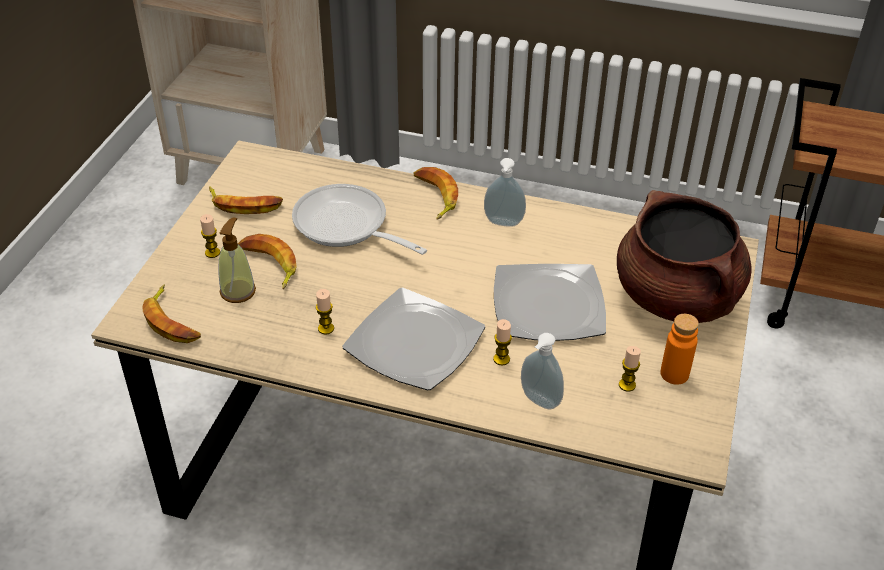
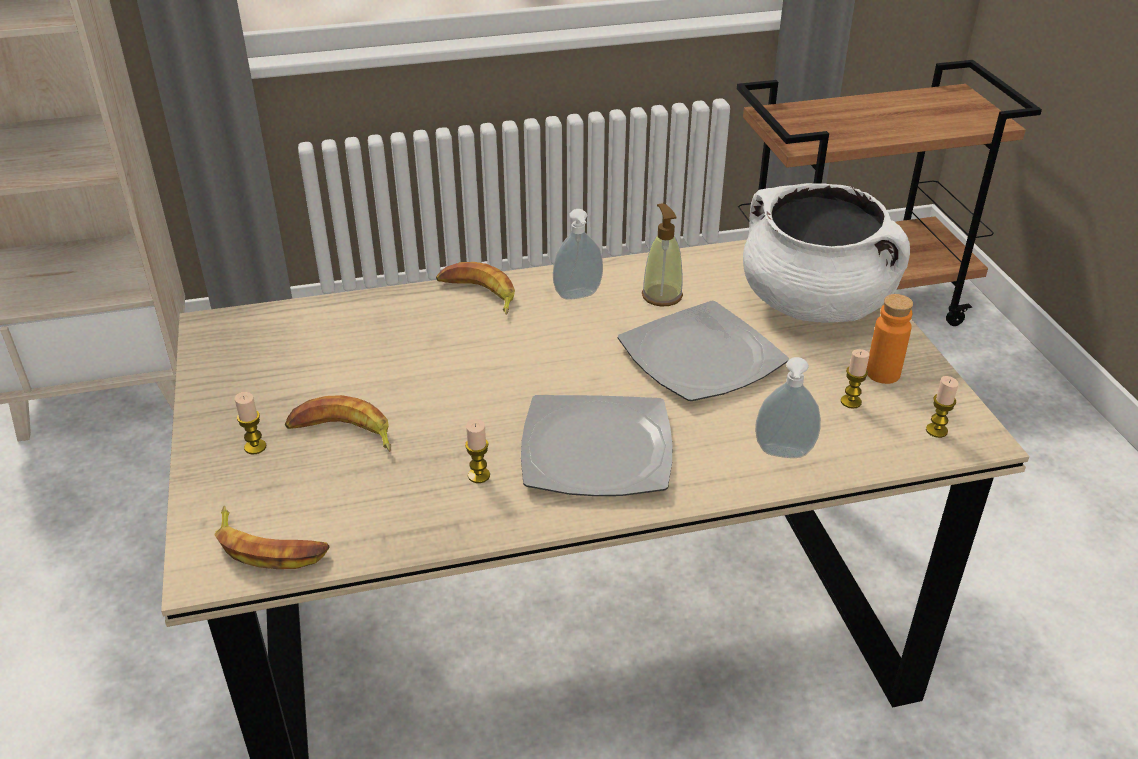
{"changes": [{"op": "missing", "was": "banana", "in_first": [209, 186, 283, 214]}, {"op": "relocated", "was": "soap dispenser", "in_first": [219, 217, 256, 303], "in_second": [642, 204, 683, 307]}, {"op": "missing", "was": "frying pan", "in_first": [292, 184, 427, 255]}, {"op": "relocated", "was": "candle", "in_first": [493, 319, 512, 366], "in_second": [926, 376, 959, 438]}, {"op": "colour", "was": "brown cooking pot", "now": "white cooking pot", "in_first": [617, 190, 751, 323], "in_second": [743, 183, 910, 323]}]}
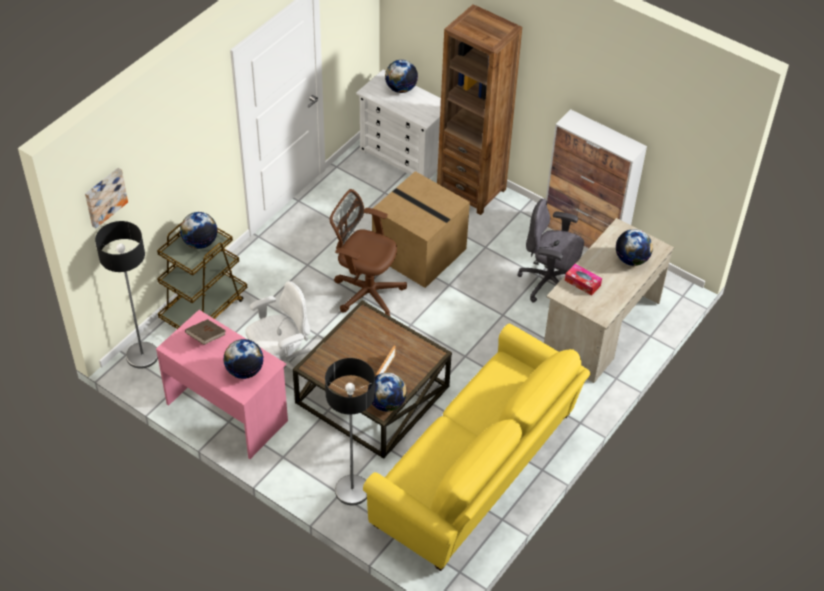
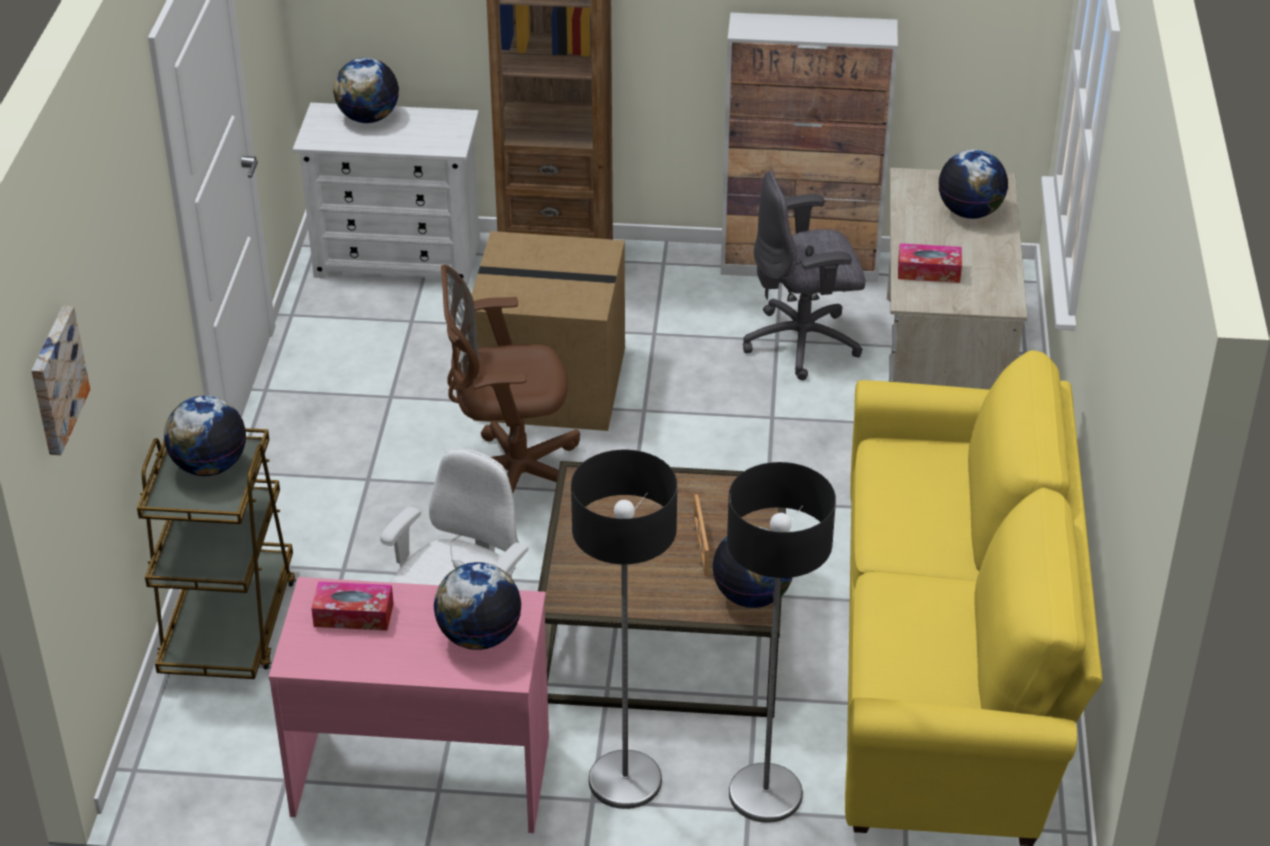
{"changes": [{"op": "relocated", "was": "floor lamp", "in_first": [95, 221, 158, 369], "in_second": [571, 450, 677, 809]}, {"op": "exchanged", "was": "brown book", "now": "tissue box", "in_first": [185, 319, 226, 345], "in_second": [311, 581, 394, 631]}]}
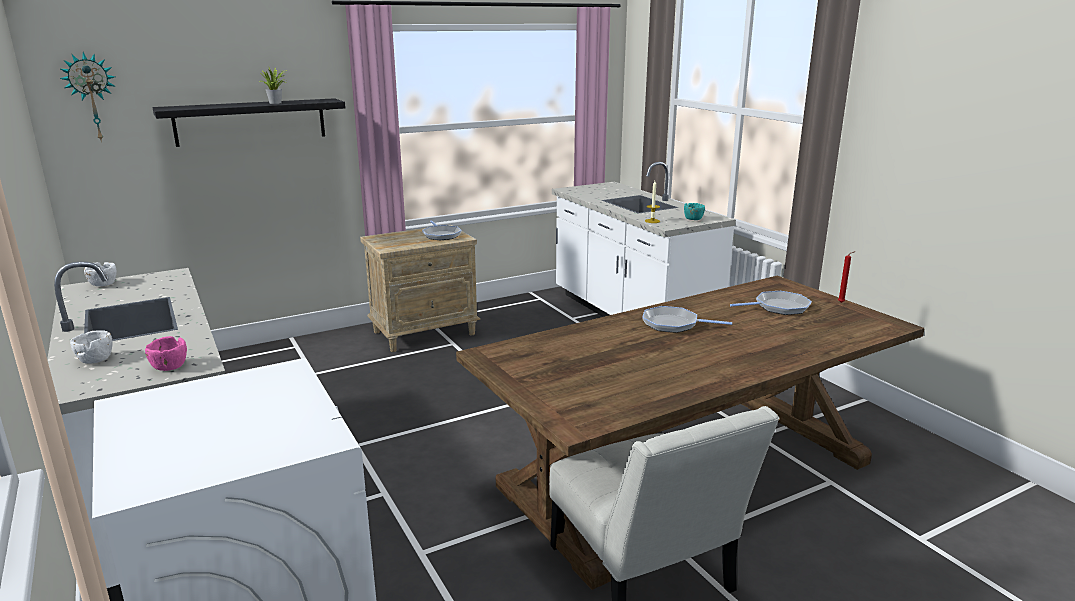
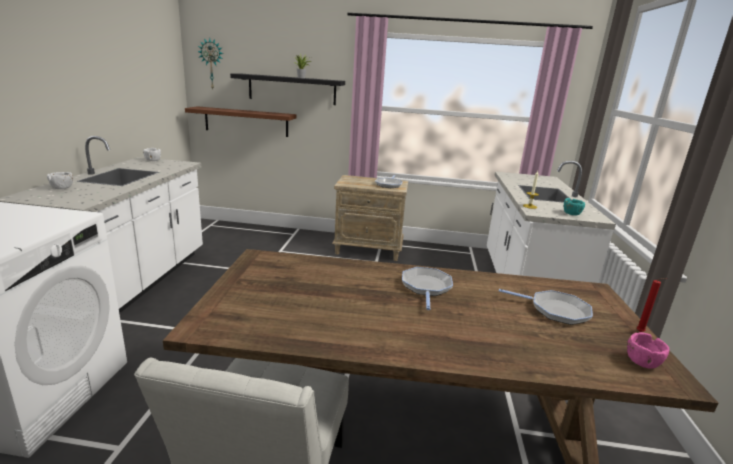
{"changes": [{"op": "relocated", "was": "pink bowl", "in_first": [145, 336, 187, 371], "in_second": [627, 332, 670, 369]}, {"op": "spun", "was": "frying pan", "in_first": [642, 306, 732, 333], "in_second": [402, 267, 453, 310], "clockwise": 45}, {"op": "appeared", "now": "brown shelf", "in_second": [185, 106, 296, 137]}]}
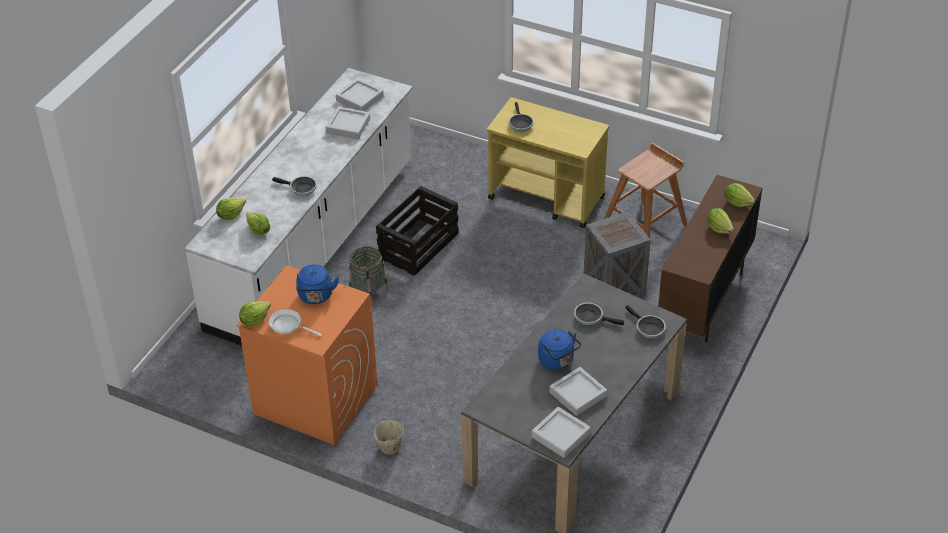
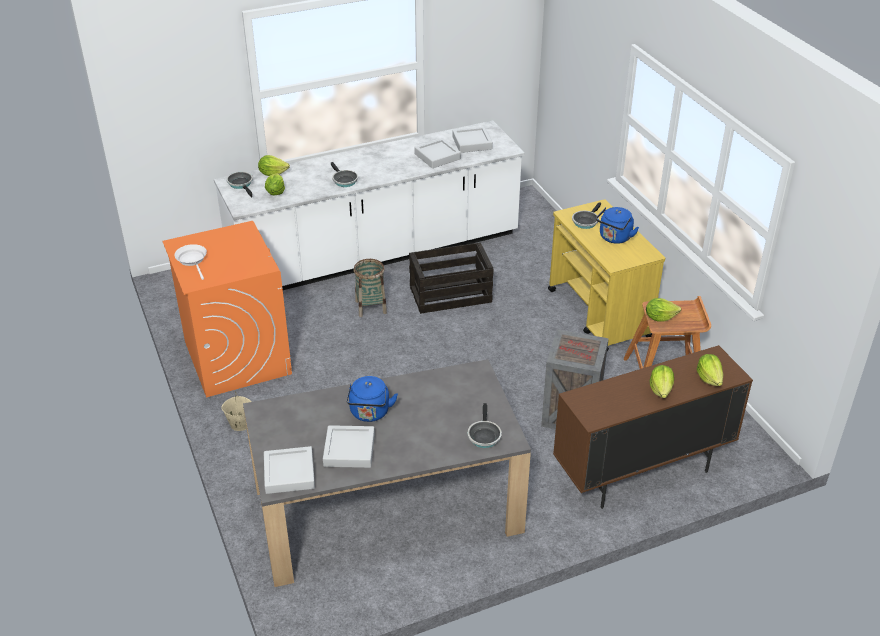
{"changes": [{"op": "relocated", "was": "lettuce", "in_first": [239, 301, 271, 326], "in_second": [646, 298, 681, 322]}, {"op": "relocated", "was": "blue kettle", "in_first": [296, 264, 339, 304], "in_second": [596, 207, 639, 244]}, {"op": "relocated", "was": "frying pan", "in_first": [574, 303, 624, 325], "in_second": [227, 172, 253, 198]}]}
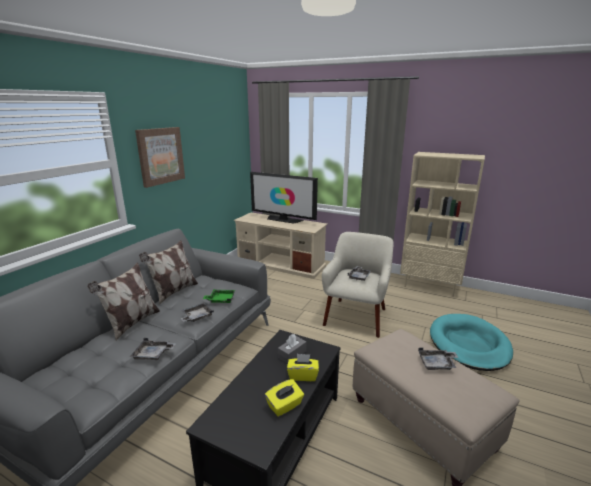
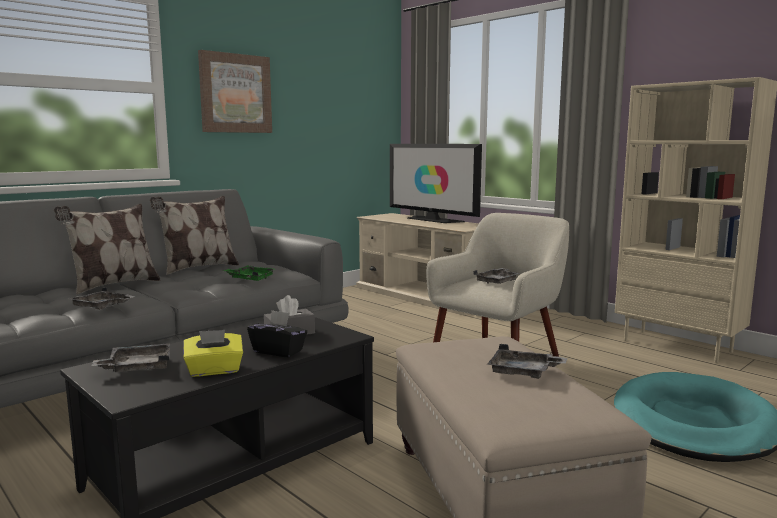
{"changes": [{"op": "relocated", "was": "grey tray", "in_first": [180, 303, 214, 322], "in_second": [91, 344, 170, 372]}, {"op": "colour", "was": "yellow tissue box", "now": "black tissue box", "in_first": [287, 354, 319, 381], "in_second": [247, 310, 307, 357]}]}
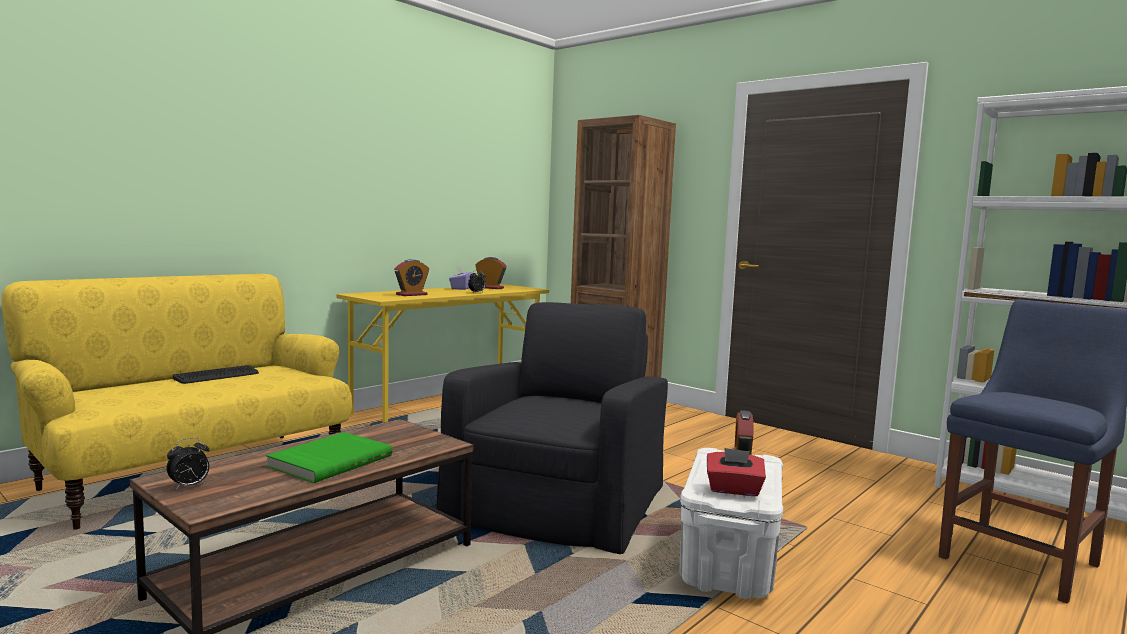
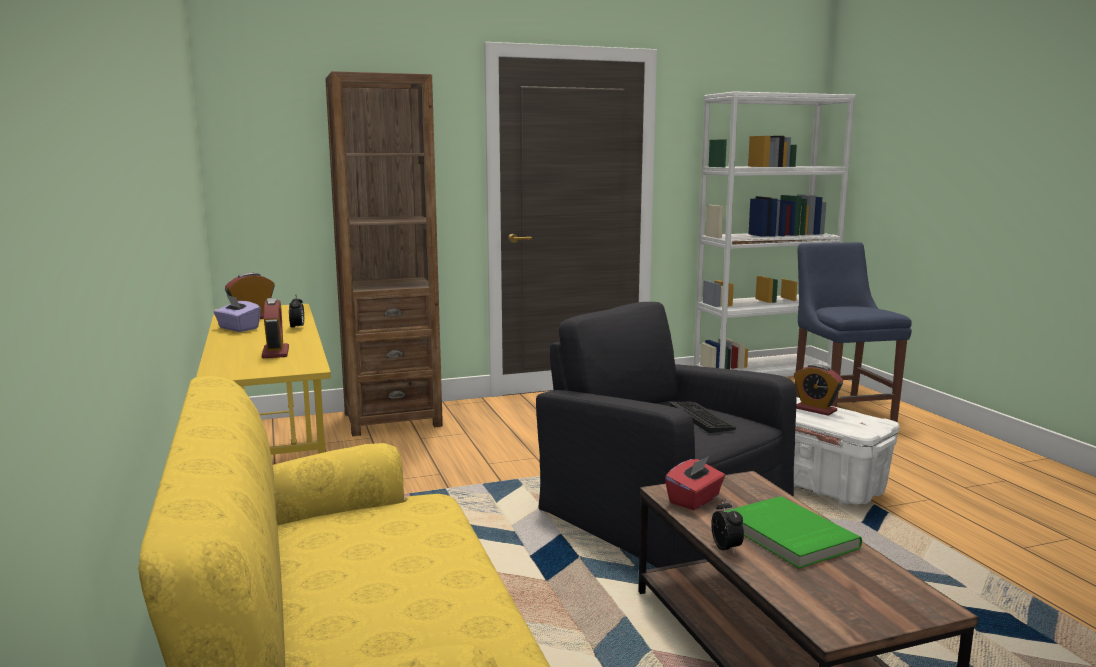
{"changes": [{"op": "relocated", "was": "alarm clock", "in_first": [167, 437, 209, 490], "in_second": [711, 498, 744, 555]}, {"op": "relocated", "was": "keyboard", "in_first": [173, 365, 259, 384], "in_second": [669, 401, 736, 433]}, {"op": "relocated", "was": "red tissue box", "in_first": [707, 448, 766, 496], "in_second": [665, 456, 725, 510]}]}
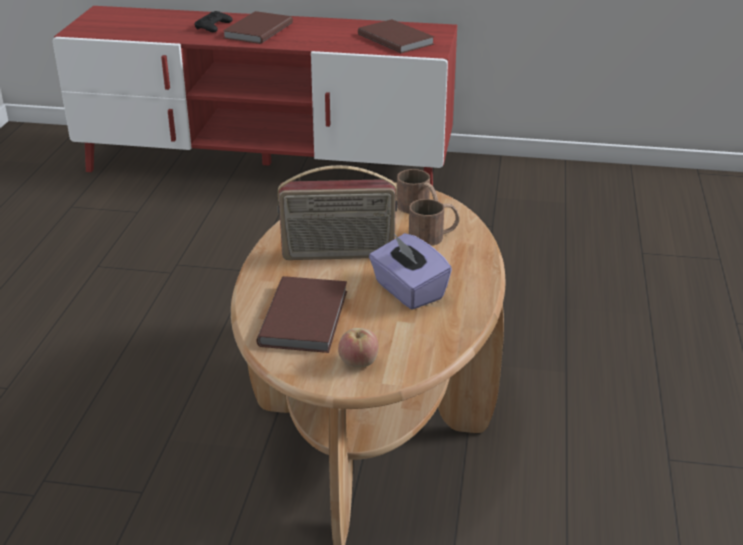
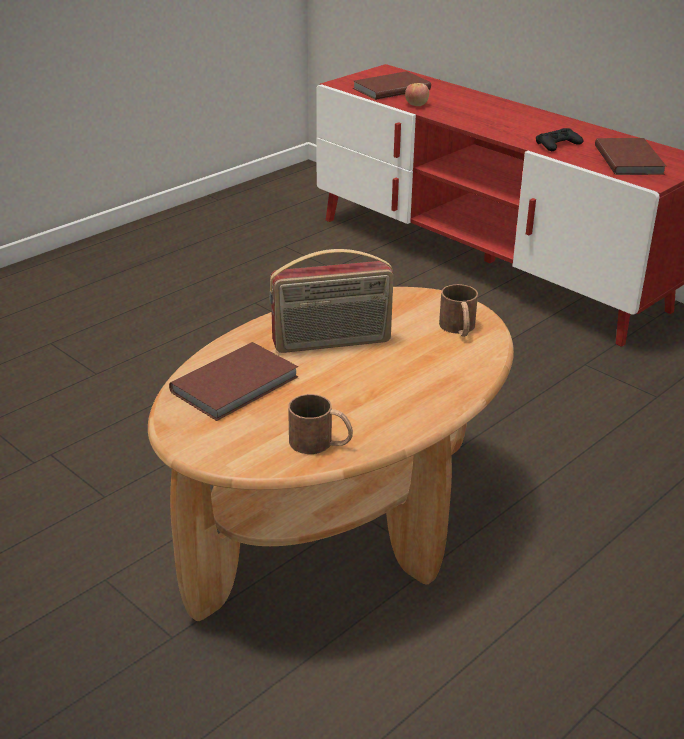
{"changes": [{"op": "relocated", "was": "black game controller", "in_first": [194, 11, 233, 32], "in_second": [536, 128, 583, 151]}, {"op": "relocated", "was": "brown book", "in_first": [223, 11, 293, 44], "in_second": [353, 71, 431, 100]}, {"op": "spun", "was": "radio", "in_first": [278, 165, 397, 260], "in_second": [269, 249, 393, 353], "clockwise": -45}, {"op": "relocated", "was": "apple", "in_first": [338, 328, 379, 367], "in_second": [405, 83, 429, 106]}, {"op": "missing", "was": "purple tissue box", "in_first": [369, 233, 452, 310]}, {"op": "relocated", "was": "brown mug", "in_first": [409, 199, 459, 246], "in_second": [288, 394, 353, 454]}]}
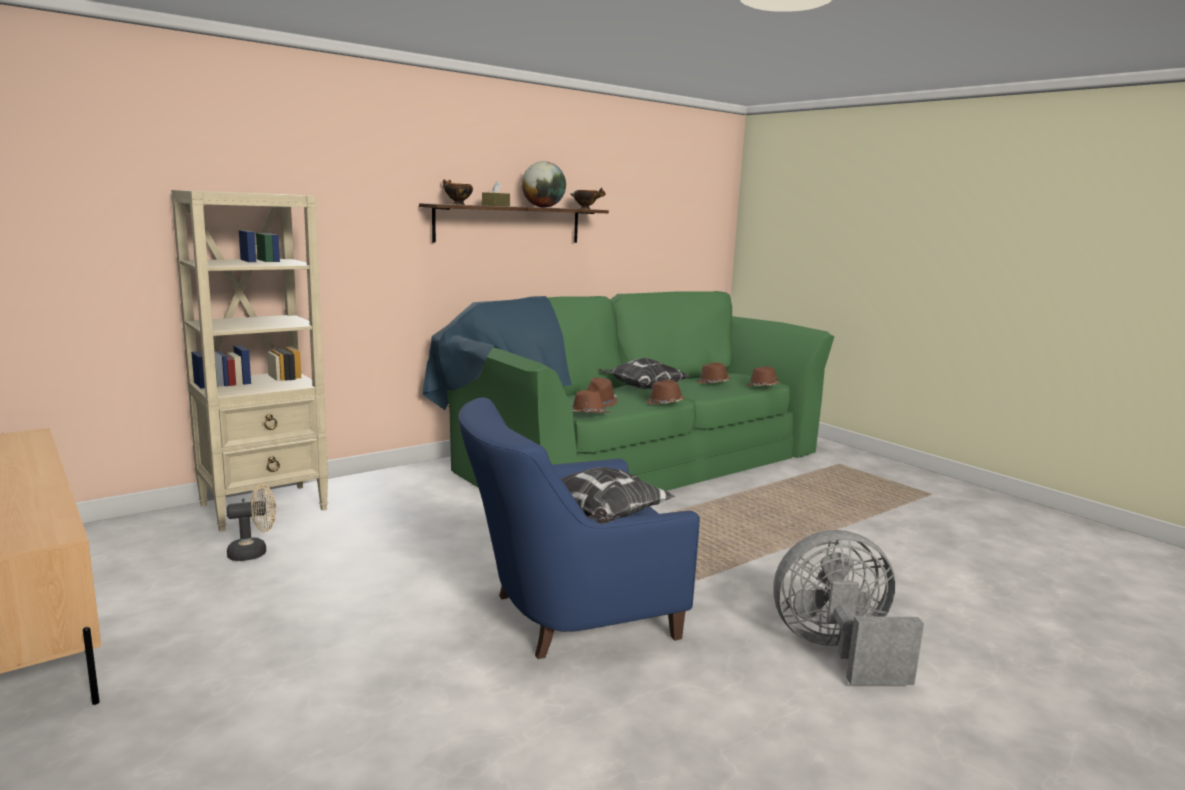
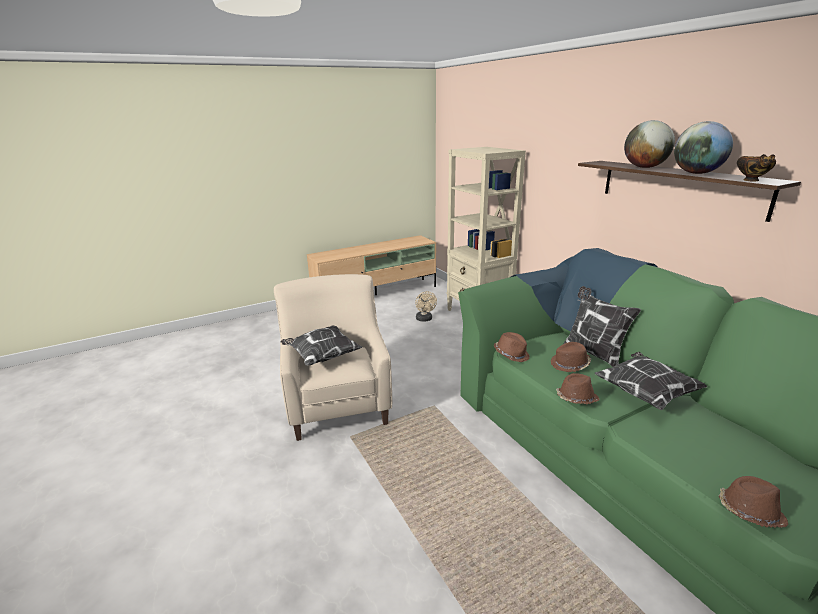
{"changes": [{"op": "missing", "was": "bowl", "in_first": [443, 179, 473, 205]}, {"op": "colour", "was": "blue armchair", "now": "beige armchair", "in_first": [458, 397, 700, 659], "in_second": [274, 274, 392, 441]}, {"op": "exchanged", "was": "brown tissue box", "now": "globe", "in_first": [482, 181, 510, 206], "in_second": [624, 120, 675, 168]}, {"op": "missing", "was": "brown hat", "in_first": [697, 363, 731, 384]}, {"op": "missing", "was": "grey fan", "in_first": [774, 530, 924, 685]}, {"op": "appeared", "now": "pillow", "in_second": [563, 286, 641, 367]}]}
